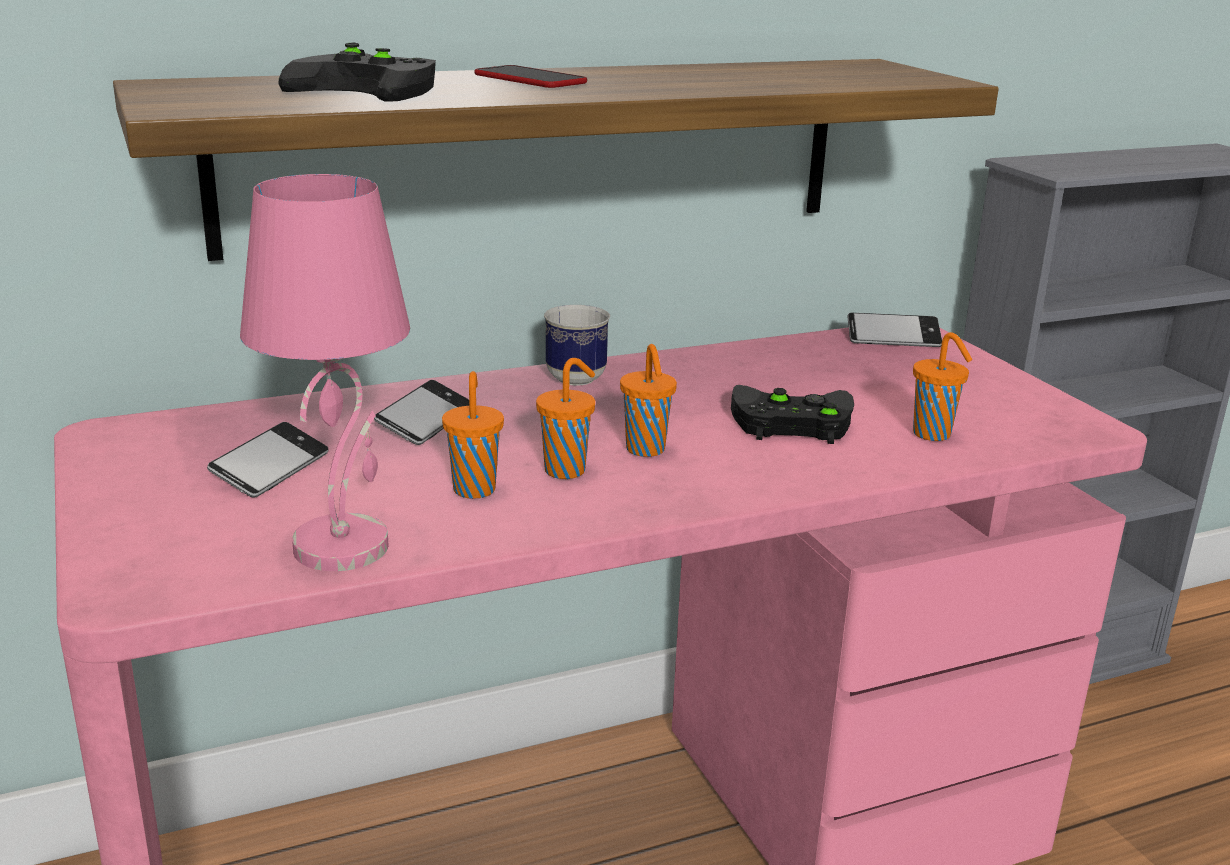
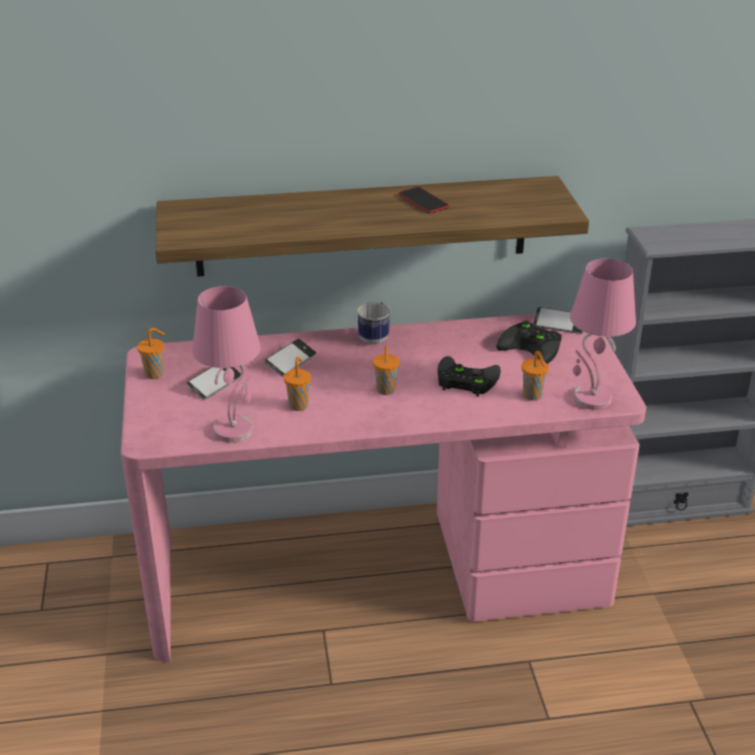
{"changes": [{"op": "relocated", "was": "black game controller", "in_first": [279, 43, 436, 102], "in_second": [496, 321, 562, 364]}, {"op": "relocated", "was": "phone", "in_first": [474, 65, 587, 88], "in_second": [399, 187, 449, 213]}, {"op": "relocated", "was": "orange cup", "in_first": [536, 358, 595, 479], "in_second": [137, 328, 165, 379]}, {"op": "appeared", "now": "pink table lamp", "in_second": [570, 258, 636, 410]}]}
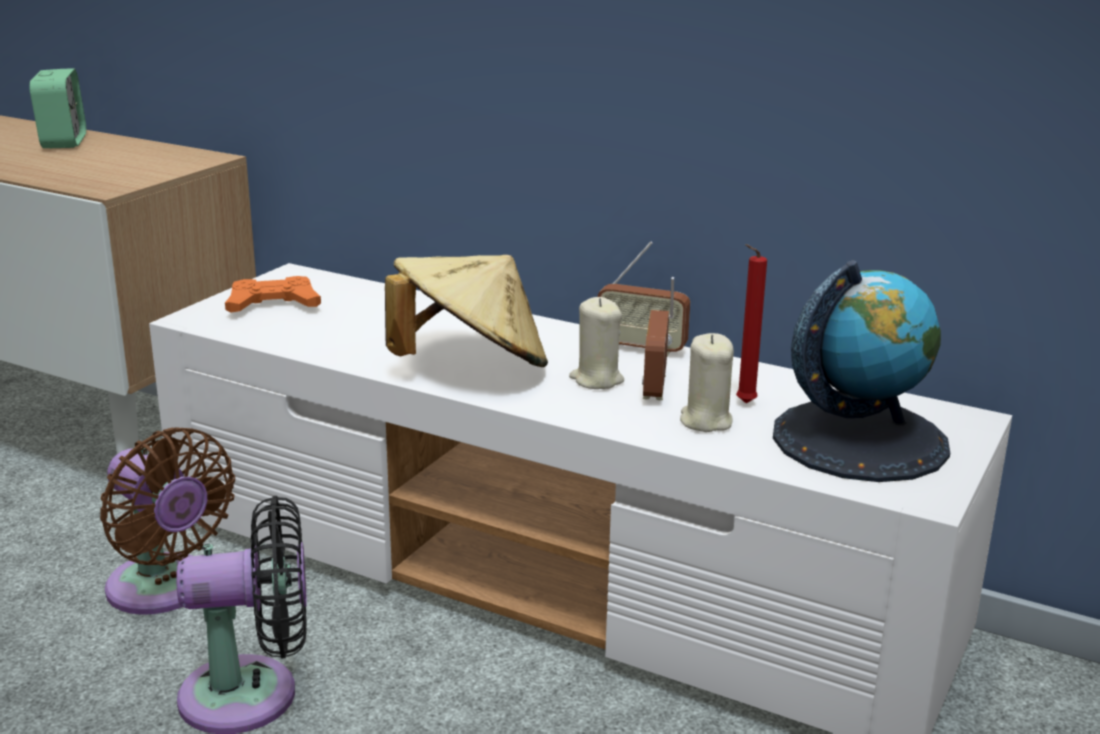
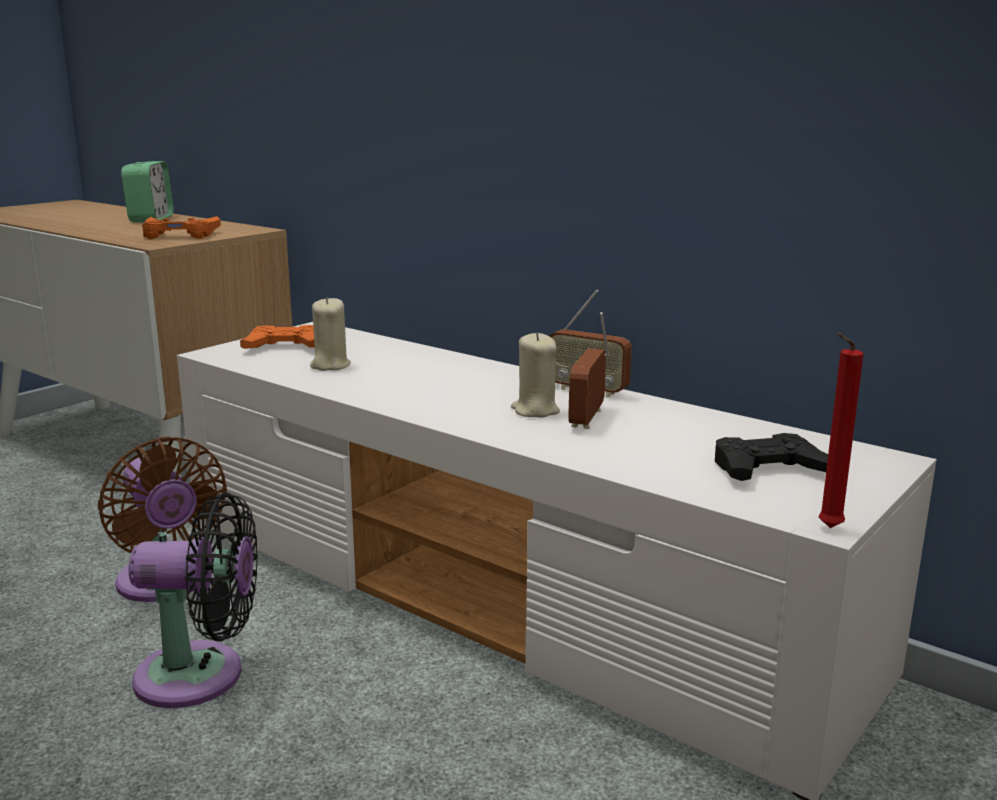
{"changes": [{"op": "missing", "was": "beige hat", "in_first": [385, 255, 548, 367]}, {"op": "relocated", "was": "beige candle", "in_first": [680, 333, 734, 432], "in_second": [310, 297, 351, 371]}, {"op": "relocated", "was": "red candle", "in_first": [736, 244, 767, 403], "in_second": [818, 333, 864, 528]}, {"op": "exchanged", "was": "globe", "now": "black game controller", "in_first": [773, 260, 950, 482], "in_second": [715, 433, 828, 481]}, {"op": "appeared", "now": "orange game controller", "in_second": [142, 216, 221, 239]}]}
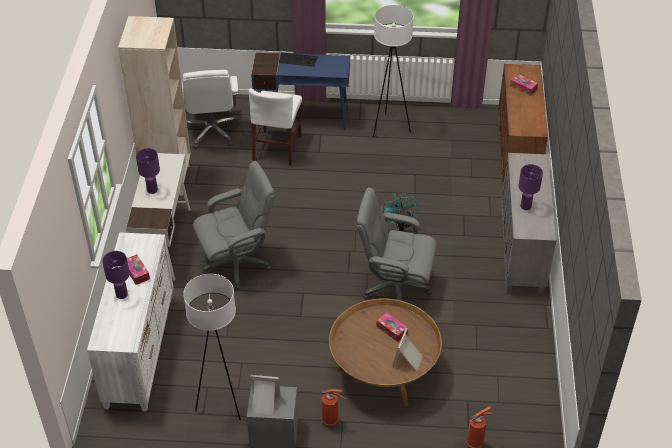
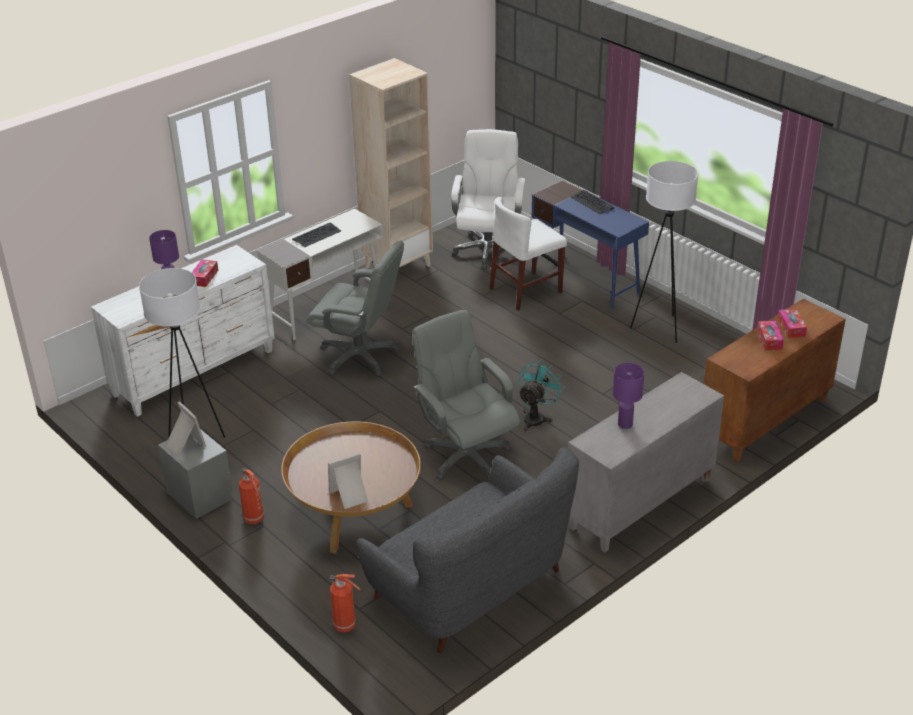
{"changes": [{"op": "exchanged", "was": "purple table lamp", "now": "keyboard", "in_first": [136, 148, 160, 194], "in_second": [292, 222, 341, 247]}, {"op": "spun", "was": "white office chair", "in_first": [181, 70, 242, 149], "in_second": [451, 129, 525, 270], "clockwise": 150}, {"op": "relocated", "was": "tissue box", "in_first": [376, 312, 408, 342], "in_second": [757, 321, 784, 350]}, {"op": "appeared", "now": "grey sofa", "in_second": [357, 447, 579, 653]}]}
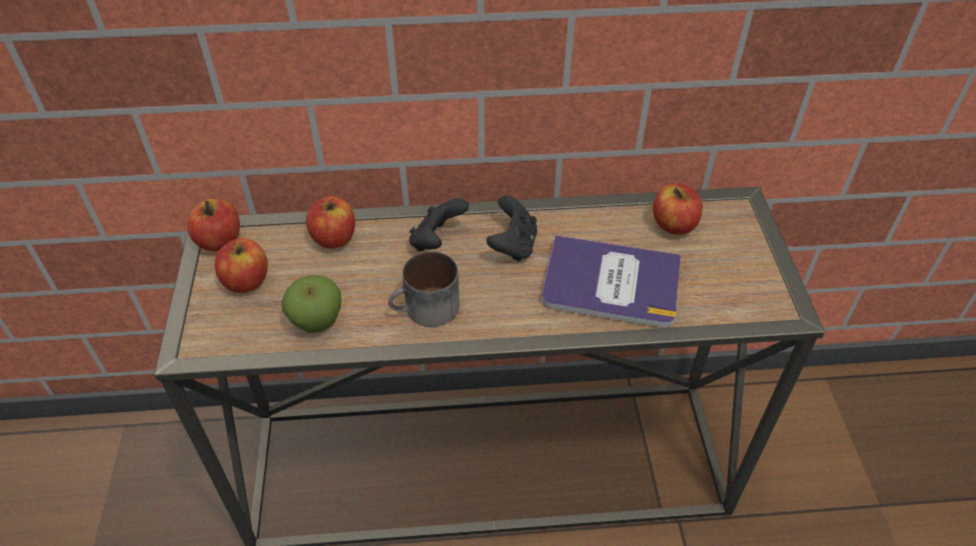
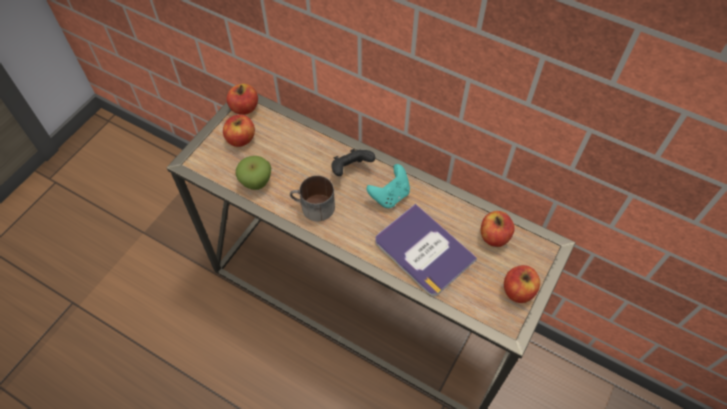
{"changes": [{"op": "relocated", "was": "apple", "in_first": [306, 196, 355, 249], "in_second": [504, 265, 540, 303]}, {"op": "colour", "was": "black game controller", "now": "turquoise game controller", "in_first": [486, 196, 537, 261], "in_second": [366, 164, 410, 208]}]}
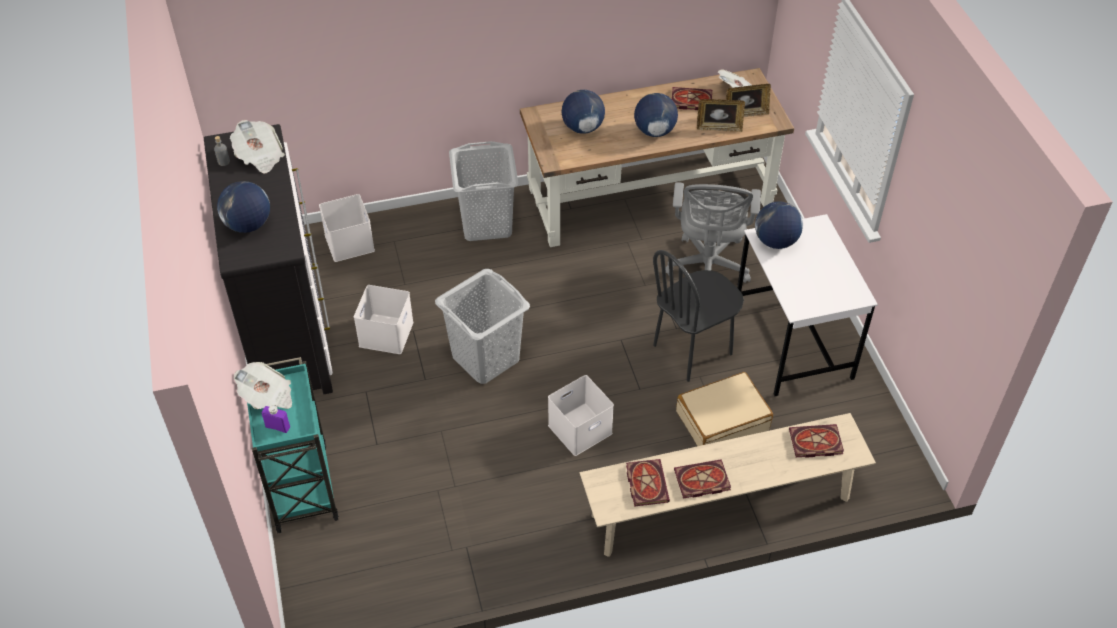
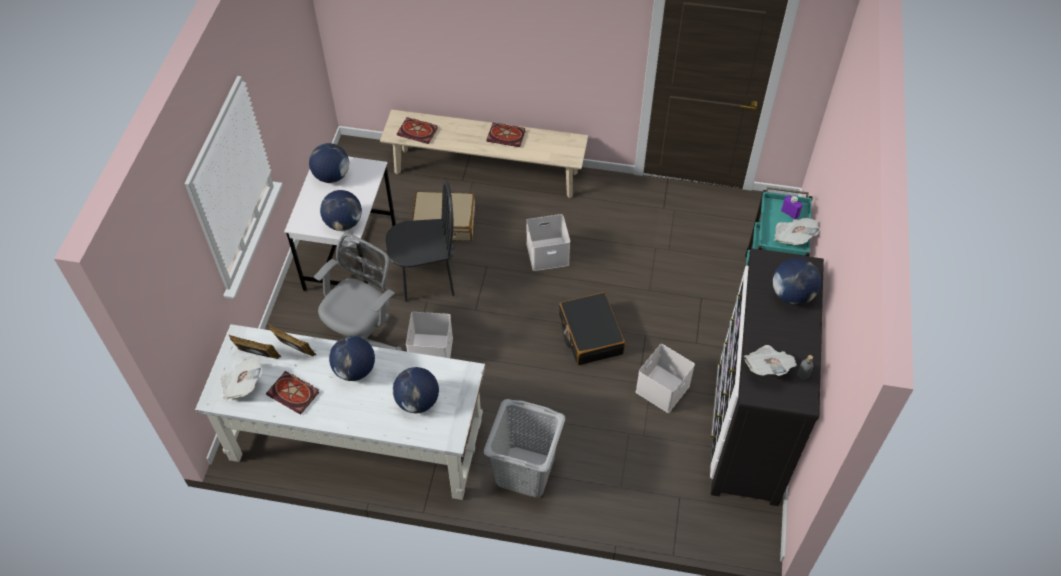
{"changes": [{"op": "relocated", "was": "white storage box", "in_first": [319, 194, 375, 262], "in_second": [406, 312, 453, 358]}, {"op": "exchanged", "was": "grey laundry basket", "now": "black suitcase", "in_first": [435, 269, 530, 384], "in_second": [559, 292, 625, 365]}, {"op": "colour", "was": "brown desk", "now": "white desk", "in_first": [520, 68, 794, 247], "in_second": [195, 324, 485, 500]}, {"op": "missing", "was": "book", "in_first": [626, 459, 670, 507]}, {"op": "appeared", "now": "globe", "in_second": [309, 143, 349, 183]}]}
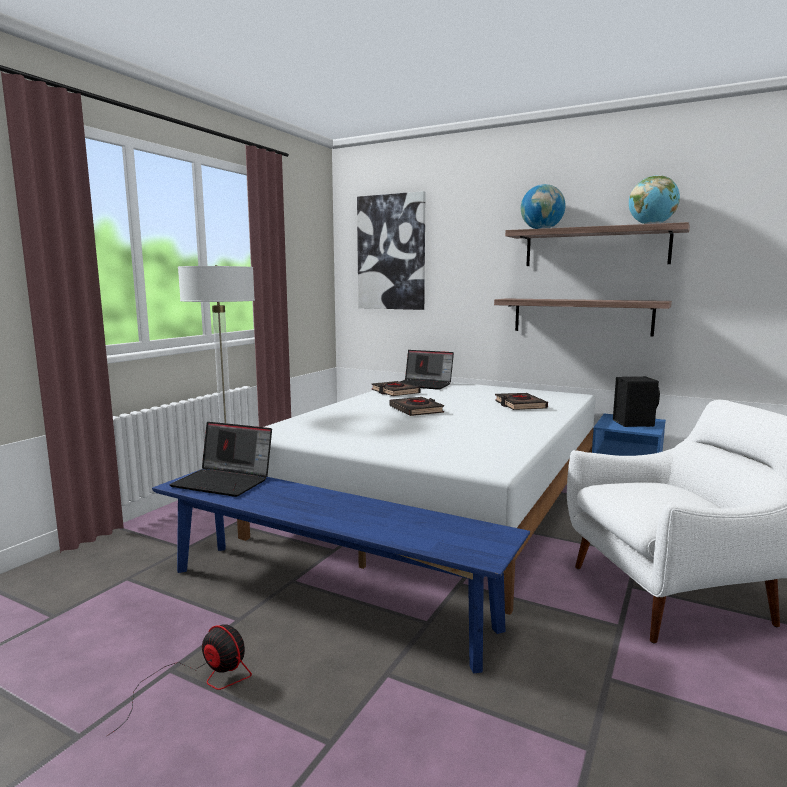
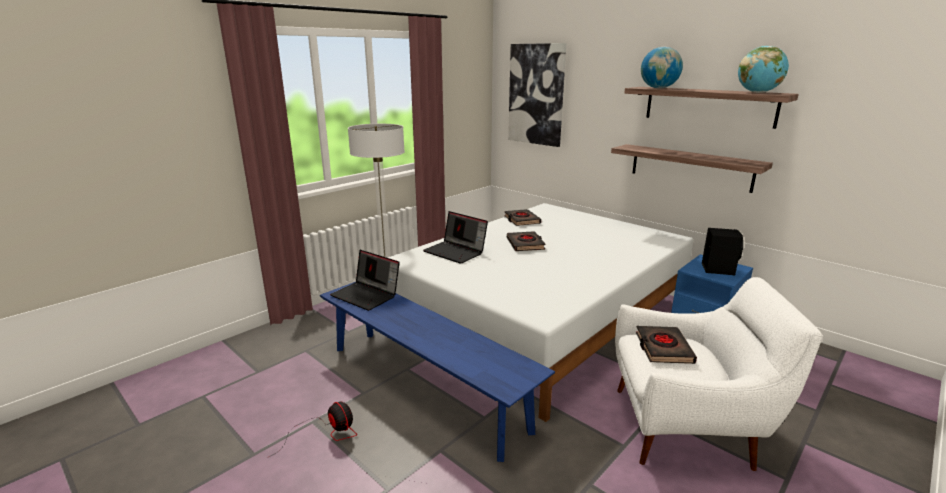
{"changes": [{"op": "relocated", "was": "laptop", "in_first": [400, 350, 454, 390], "in_second": [423, 211, 488, 264]}, {"op": "relocated", "was": "black book", "in_first": [495, 393, 548, 410], "in_second": [636, 326, 697, 364]}]}
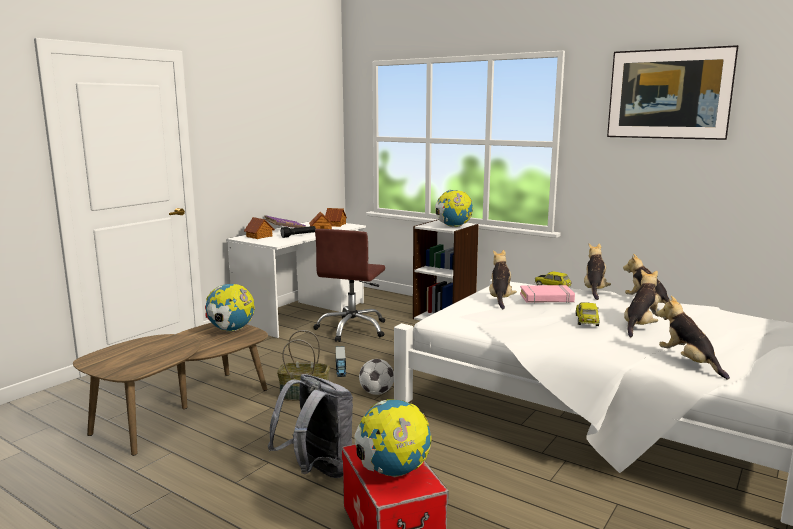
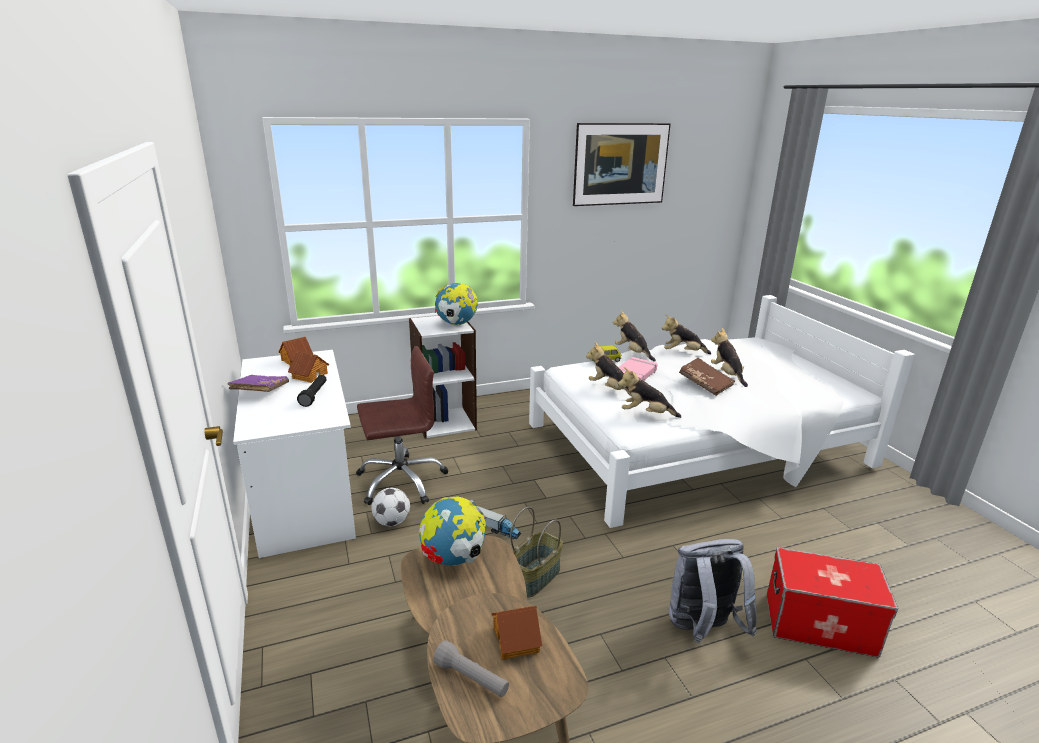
{"changes": [{"op": "relocated", "was": "toy house", "in_first": [244, 217, 275, 239], "in_second": [491, 606, 542, 660]}, {"op": "spun", "was": "brown office chair", "in_first": [314, 229, 385, 342], "in_second": [356, 346, 448, 505], "clockwise": -75}, {"op": "missing", "was": "globe", "in_first": [354, 399, 432, 477]}, {"op": "relocated", "was": "football", "in_first": [359, 359, 394, 395], "in_second": [371, 488, 410, 526]}, {"op": "exchanged", "was": "toy car", "now": "brown book", "in_first": [575, 303, 600, 326], "in_second": [679, 358, 735, 396]}, {"op": "relocated", "was": "plush toy", "in_first": [657, 296, 730, 379], "in_second": [618, 367, 681, 418]}, {"op": "appeared", "now": "grey flashlight", "in_second": [433, 640, 509, 697]}]}
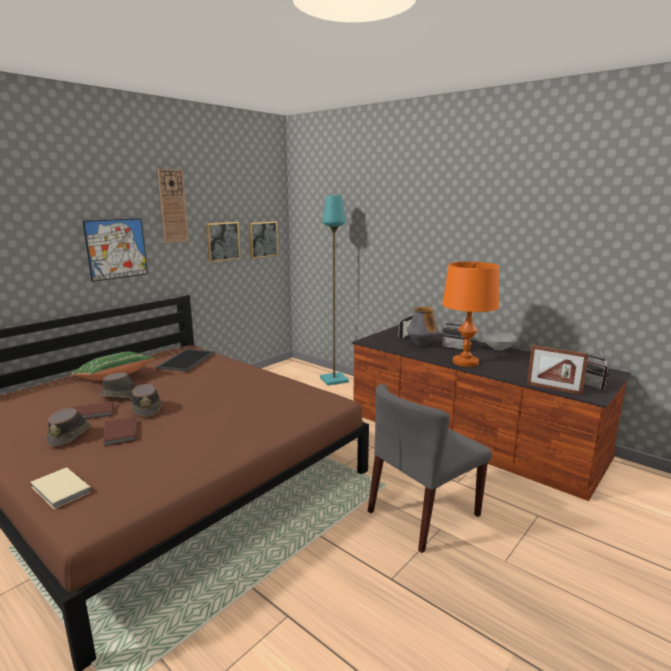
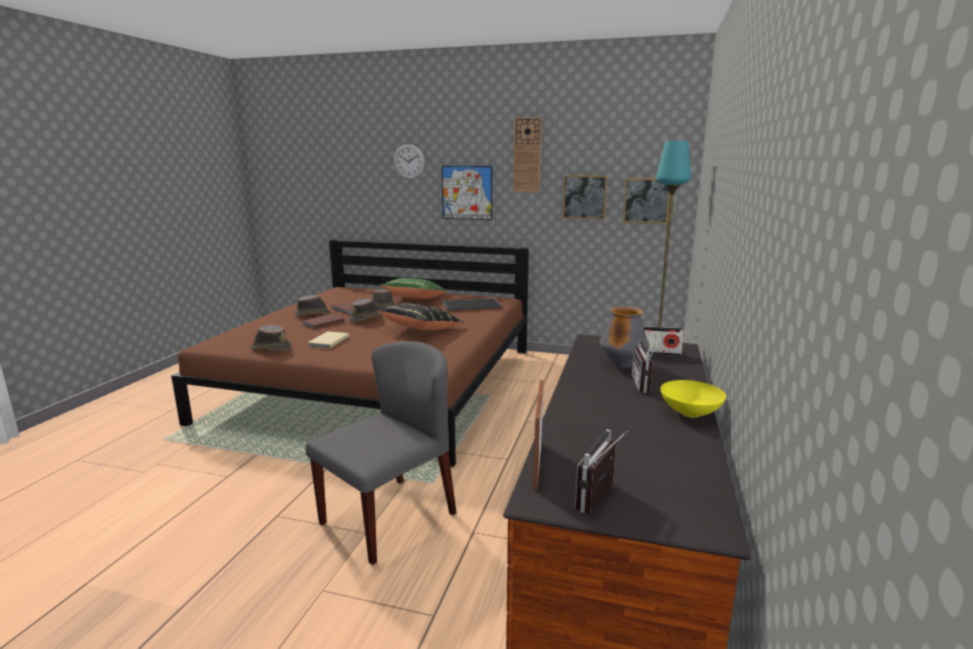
{"changes": [{"op": "relocated", "was": "beige book", "in_first": [31, 467, 92, 509], "in_second": [307, 331, 349, 349]}, {"op": "spun", "was": "grey chair", "in_first": [368, 384, 492, 553], "in_second": [306, 341, 457, 565], "clockwise": 105}, {"op": "missing", "was": "orange table lamp", "in_first": [442, 261, 499, 367]}, {"op": "colour", "was": "grey bowl", "now": "yellow bowl", "in_first": [482, 332, 518, 351], "in_second": [660, 380, 726, 418]}, {"op": "appeared", "now": "brown hat", "in_second": [251, 325, 291, 351]}, {"op": "appeared", "now": "black pillow", "in_second": [376, 303, 464, 331]}, {"op": "appeared", "now": "wall clock", "in_second": [394, 144, 425, 179]}]}
